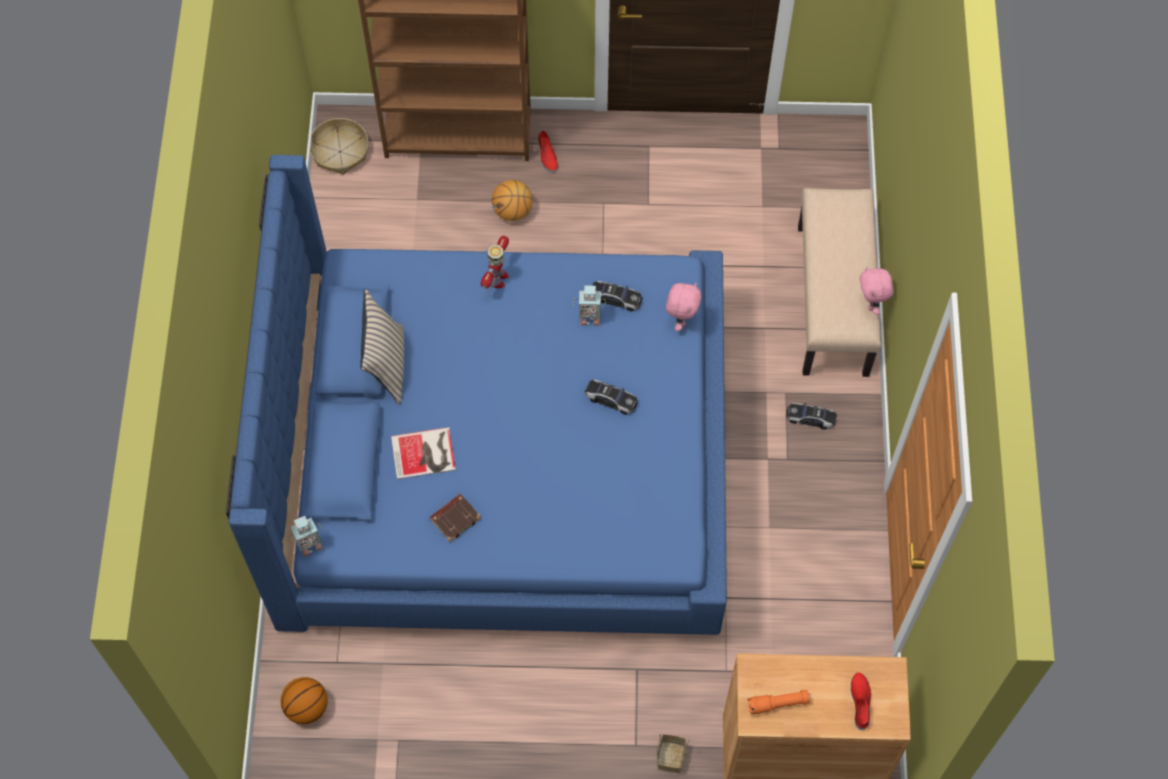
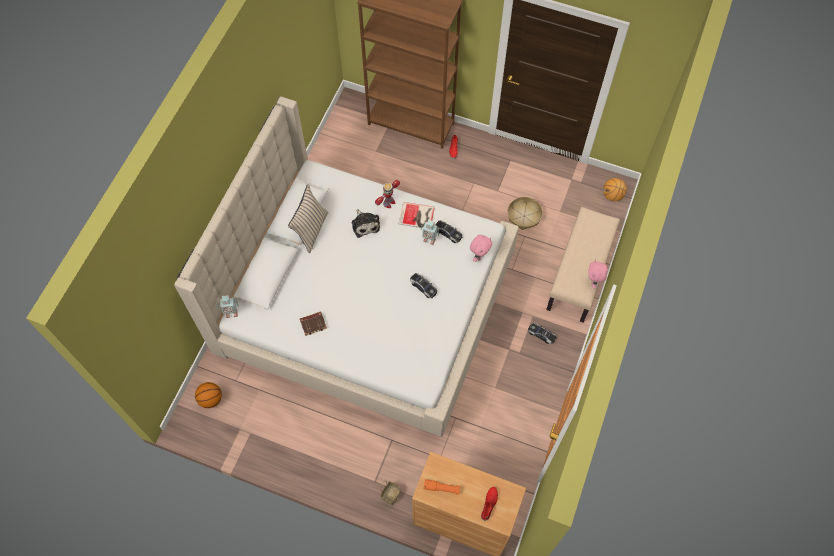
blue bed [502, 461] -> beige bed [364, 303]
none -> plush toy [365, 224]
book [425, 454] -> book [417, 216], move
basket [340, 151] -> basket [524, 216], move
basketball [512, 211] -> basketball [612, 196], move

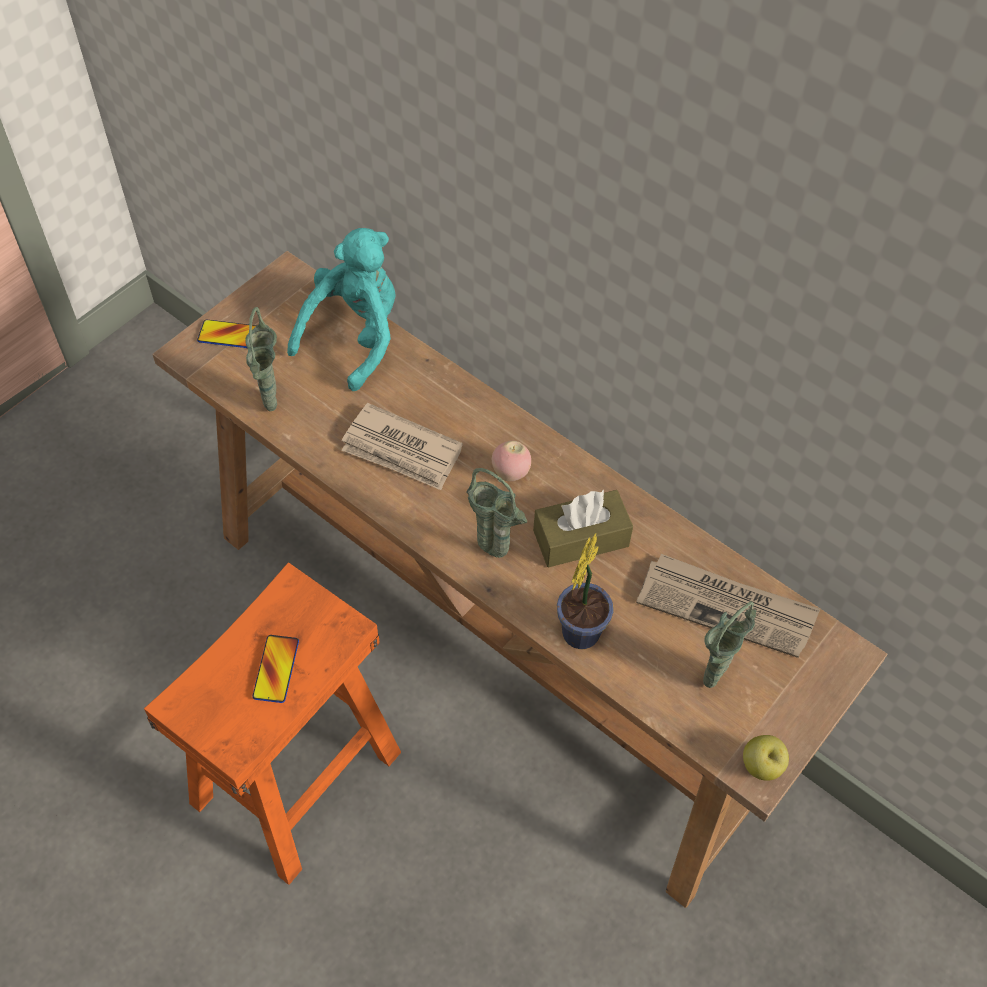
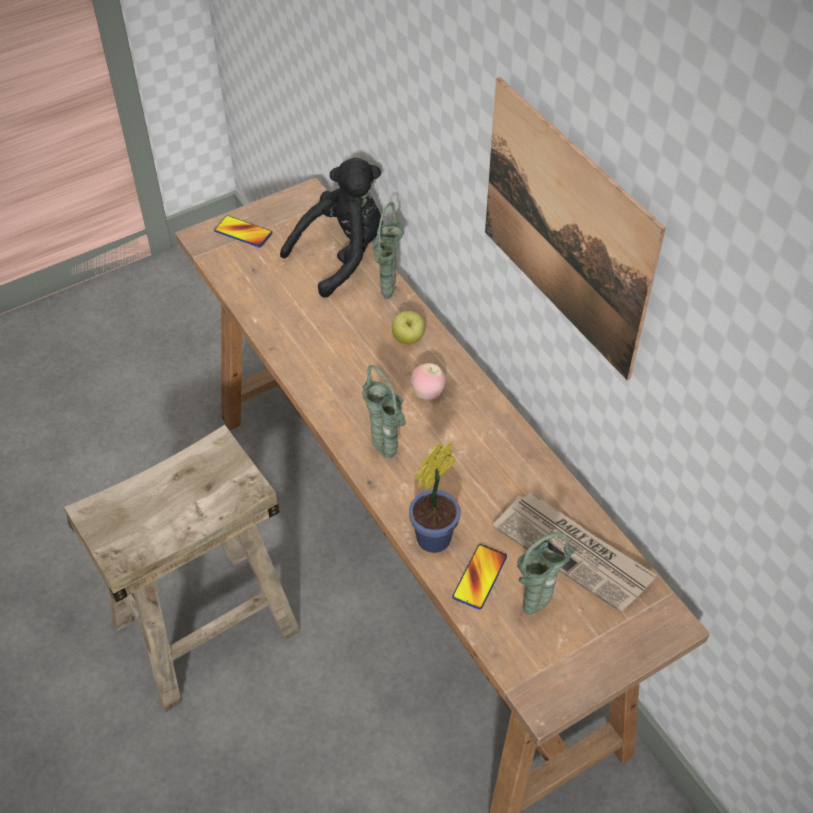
orange stool [296, 776] -> beige stool [206, 625]
turquoise plush toy [355, 337] -> black plush toy [342, 255]
green vase [272, 408] -> green vase [387, 297], move
apple [761, 766] -> apple [408, 339], move
phone [276, 669] -> phone [479, 577], move
none -> picture [566, 229]
newspaper [402, 451] -> none
brown tissue box [581, 538] -> none

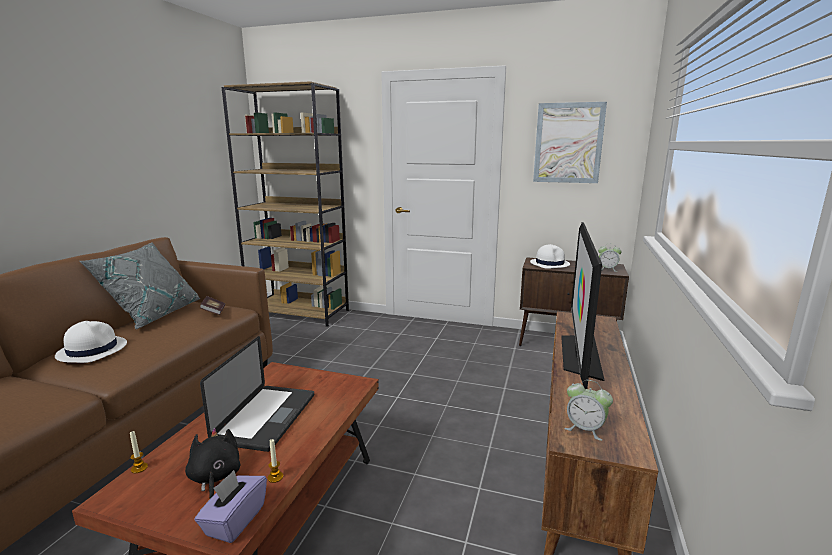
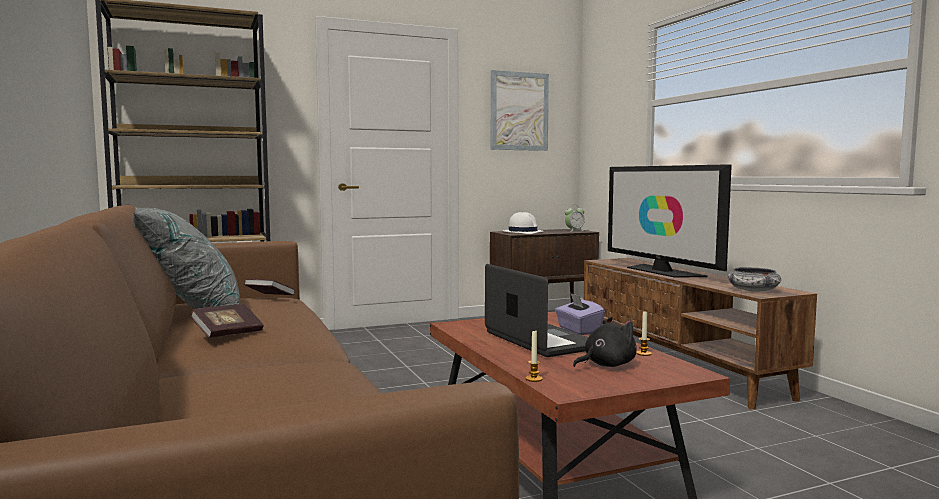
white hat [92, 350] -> book [228, 334]
purple tissue box [234, 520] -> purple tissue box [578, 330], move
black plush toy [215, 478] -> black plush toy [606, 365], 120 degrees clockwise
alarm clock [585, 429] -> bowl [753, 290]

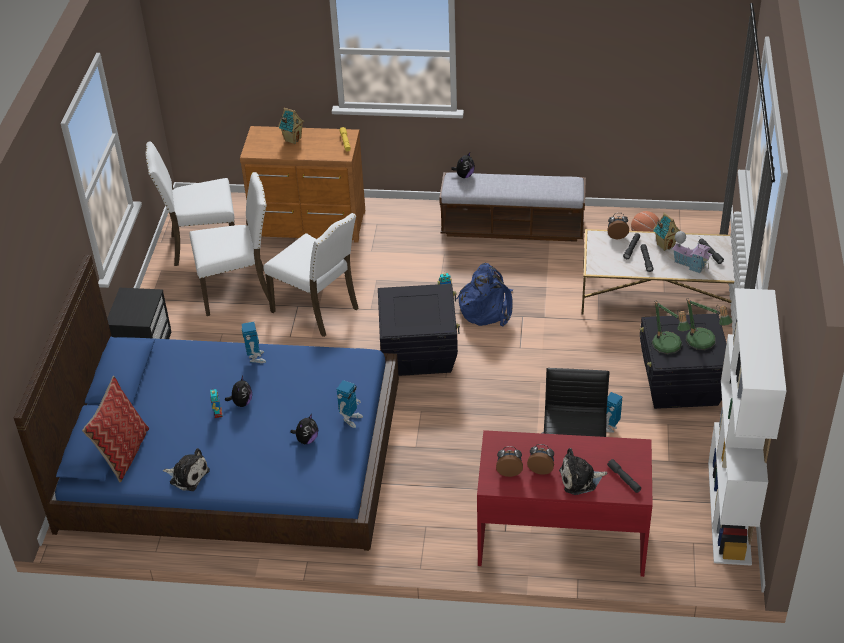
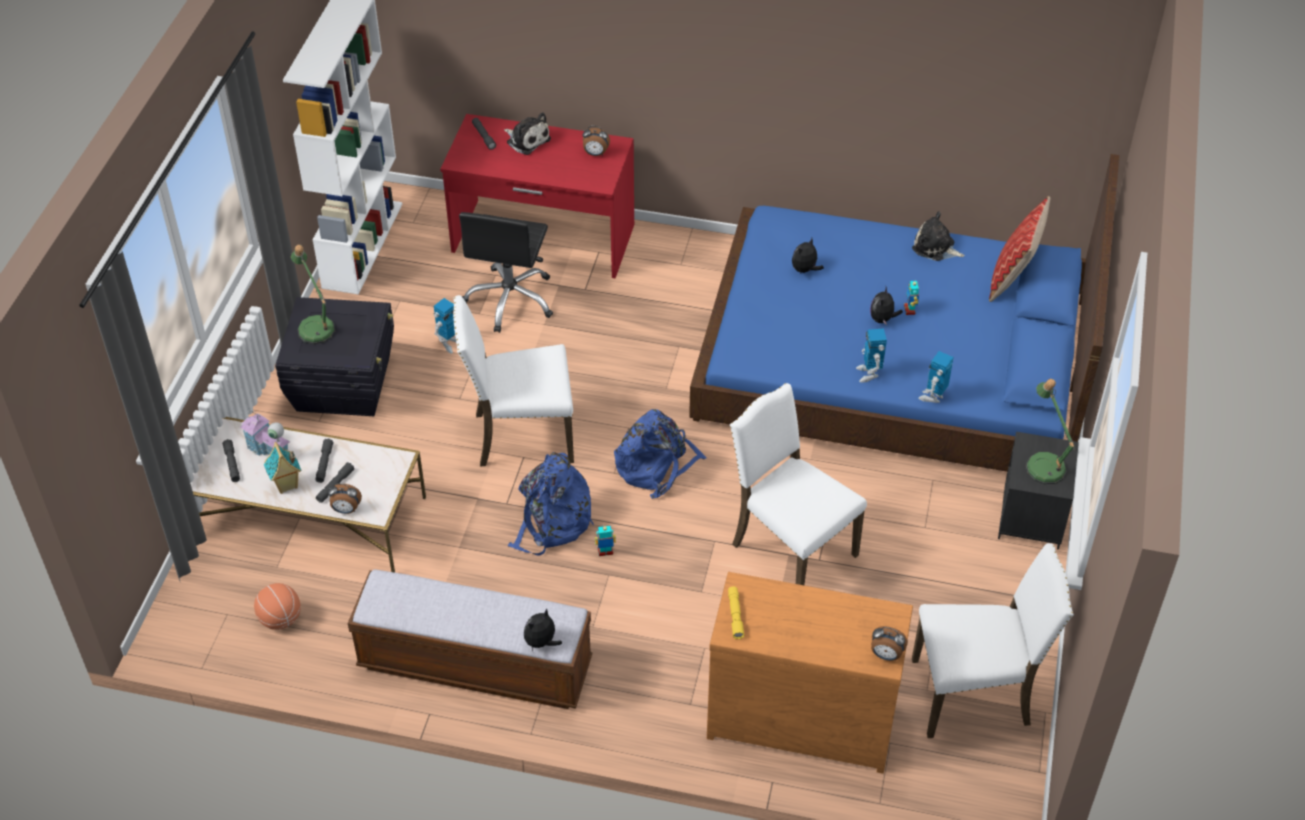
white chair [237, 290] -> white chair [521, 436], move
plush toy [580, 479] -> plush toy [527, 140], 45 degrees clockwise
black storage box [419, 352] -> blue backpack [656, 466]
alarm clock [541, 469] -> alarm clock [886, 655], move
toy robot [350, 419] -> toy robot [933, 396], move
table lamp [668, 348] -> table lamp [1044, 463], move
toy house [292, 139] -> none

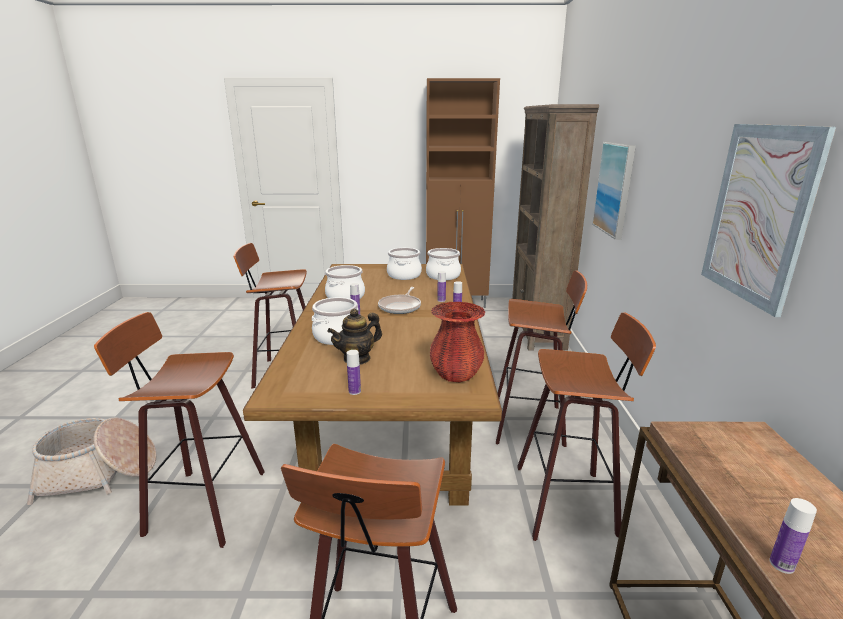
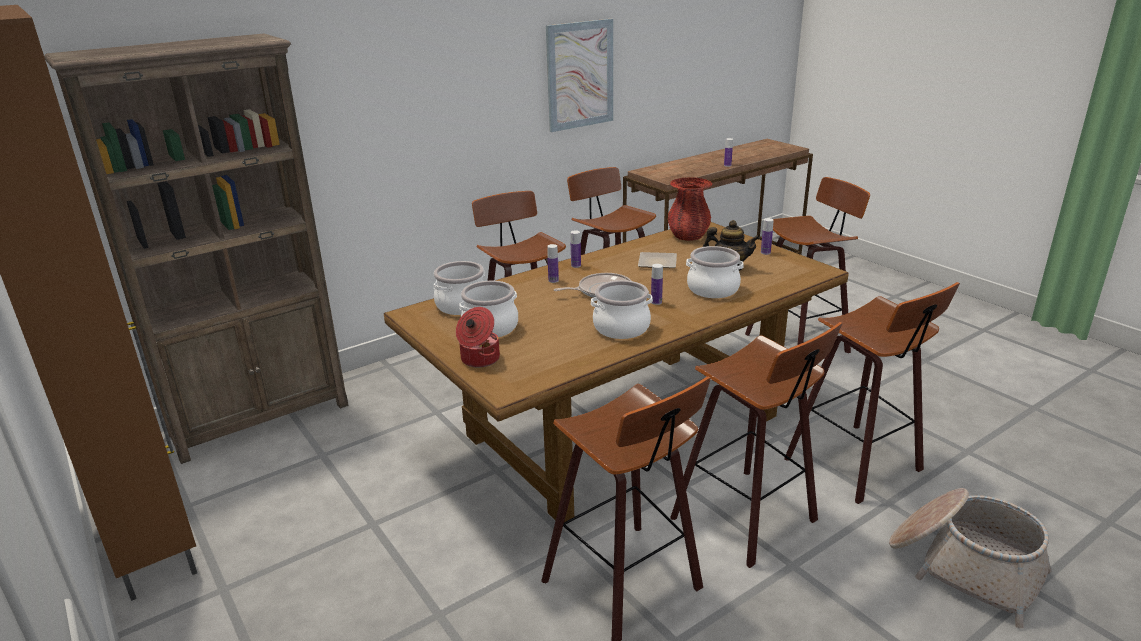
none -> cooking pot [479, 359]
none -> plate [656, 262]
none -> stool [750, 519]
picture [614, 189] -> none

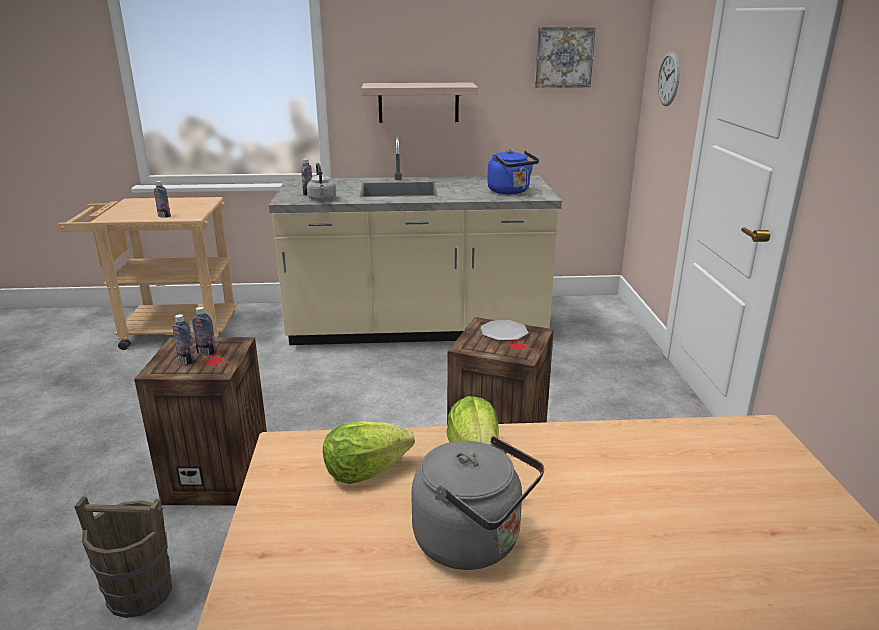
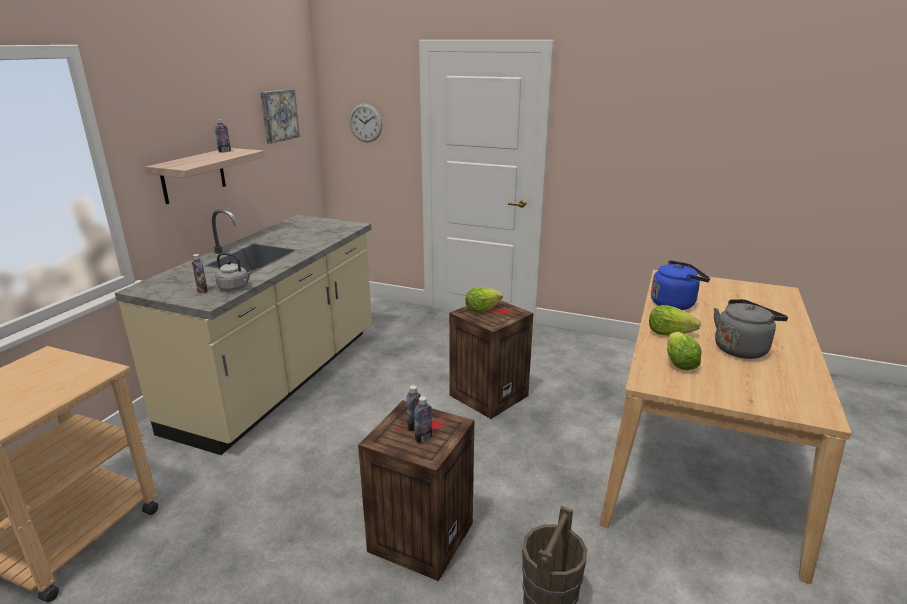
bottle [164, 216] -> bottle [224, 151], move
plate [503, 332] -> lettuce [481, 309]
blue kettle [510, 192] -> blue kettle [675, 303], move

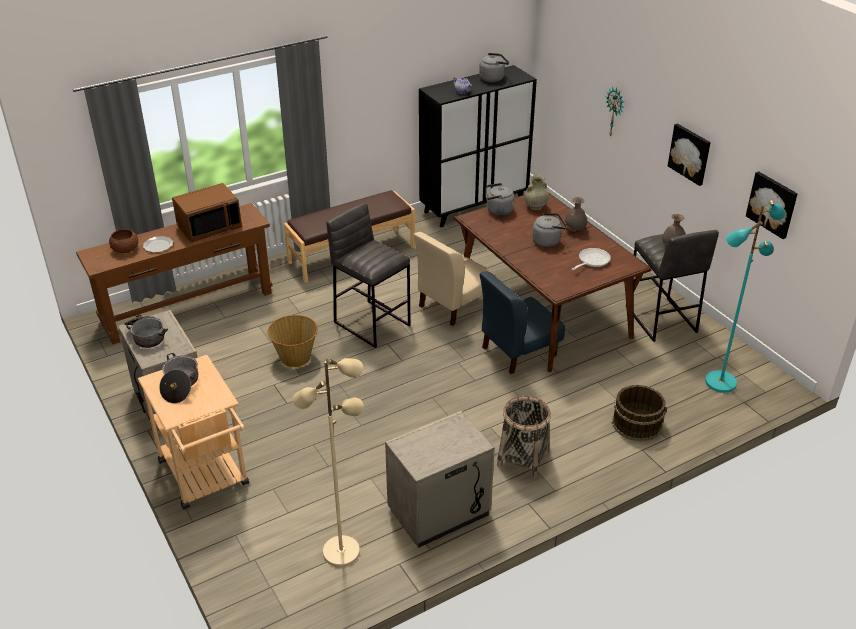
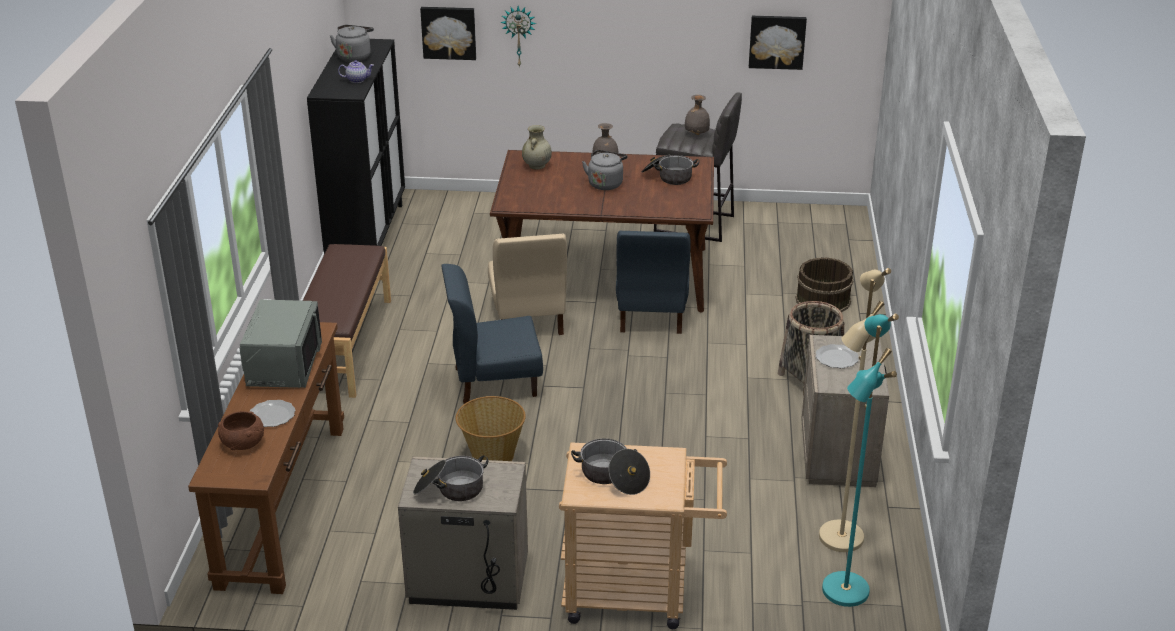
brown microwave [209, 227] -> grey microwave [283, 365]
picture [690, 153] -> picture [449, 32], move
grey stool [372, 323] -> blue chair [494, 381]
frying pan [592, 261] -> cooking pot [668, 177]
none -> plate [836, 358]
turquoise floor lamp [720, 381] -> turquoise floor lamp [843, 589], move
grey kettle [498, 211] -> none

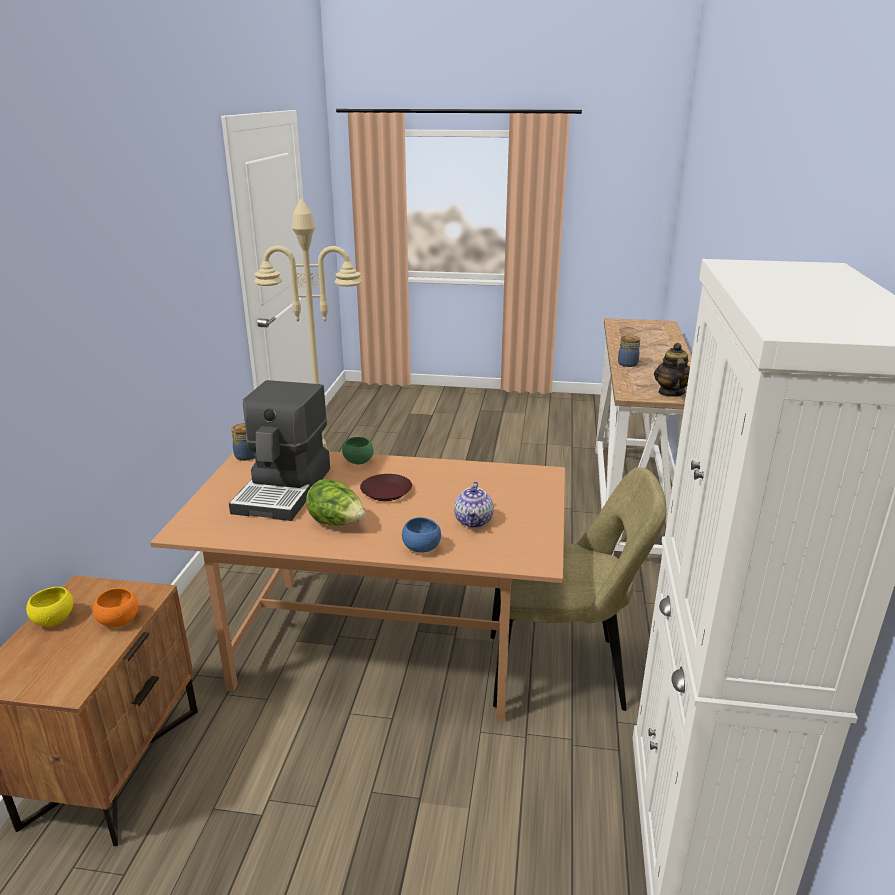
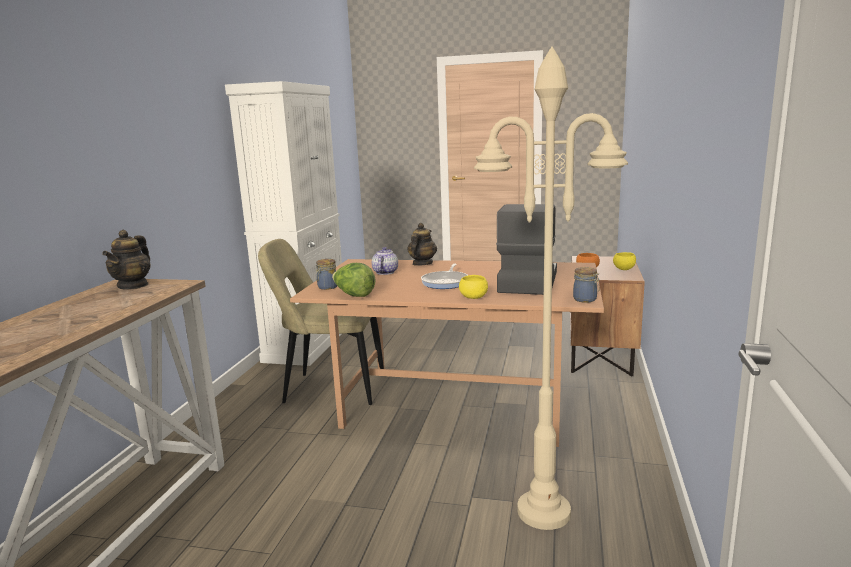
jar [628, 363] -> jar [327, 287], move
lettuce [337, 523] -> lettuce [354, 295], move
blue bowl [421, 548] -> teapot [422, 263]
brown plate [385, 492] -> frying pan [446, 282]
green bowl [358, 461] -> yellow bowl [473, 297]

